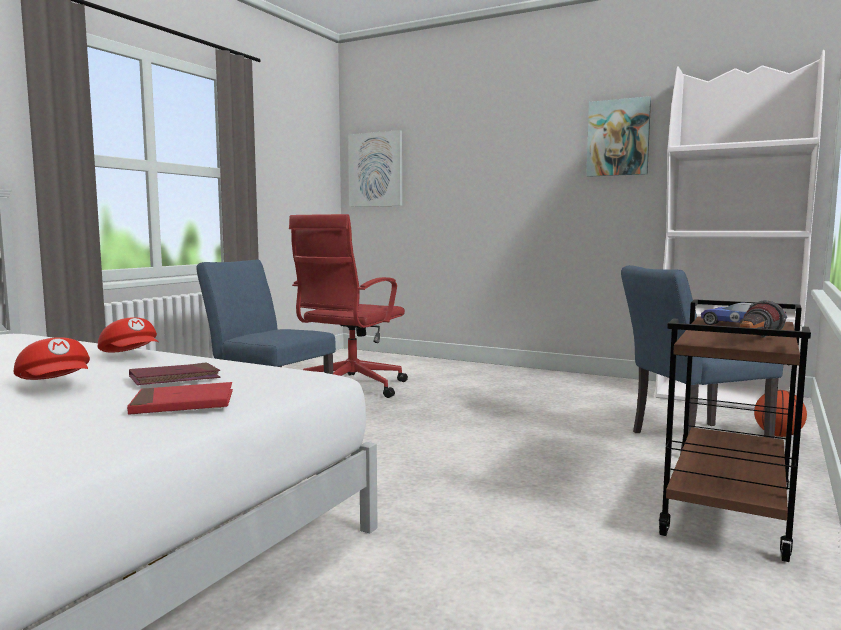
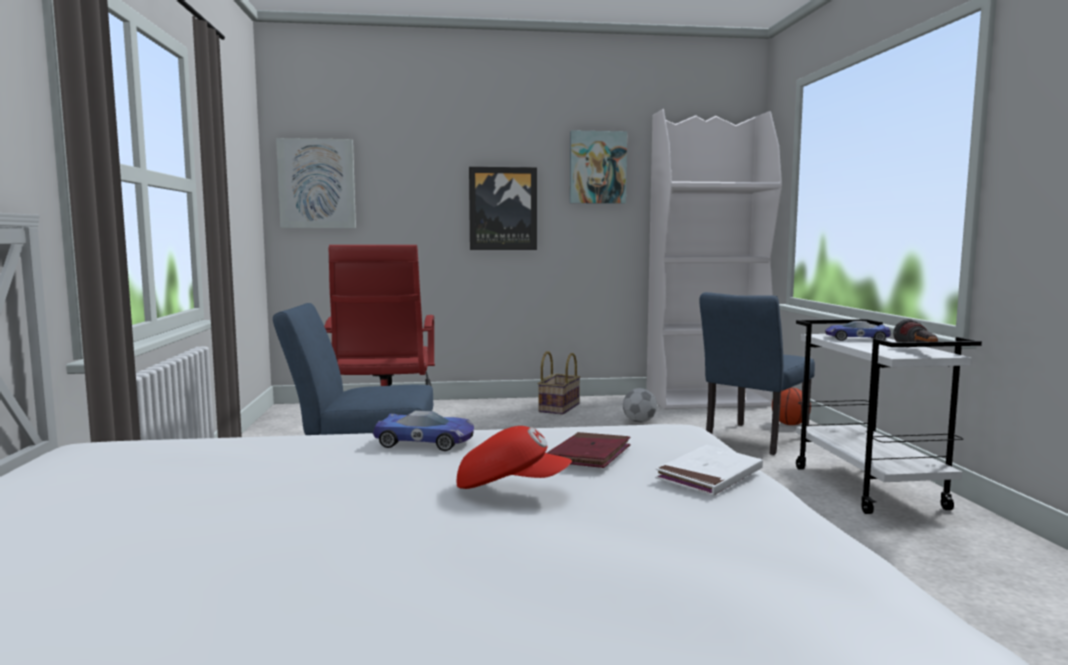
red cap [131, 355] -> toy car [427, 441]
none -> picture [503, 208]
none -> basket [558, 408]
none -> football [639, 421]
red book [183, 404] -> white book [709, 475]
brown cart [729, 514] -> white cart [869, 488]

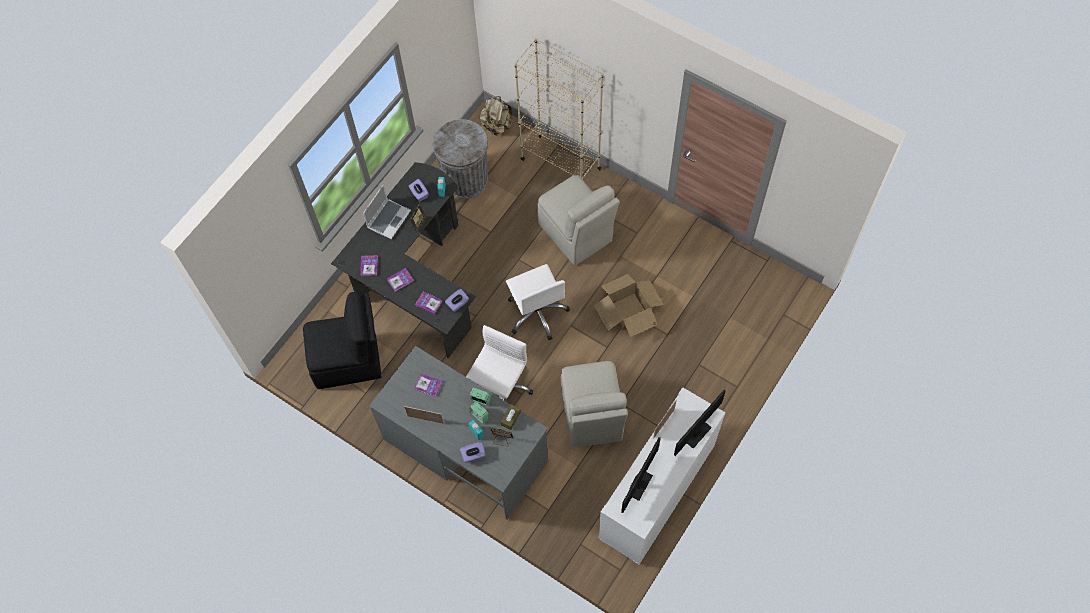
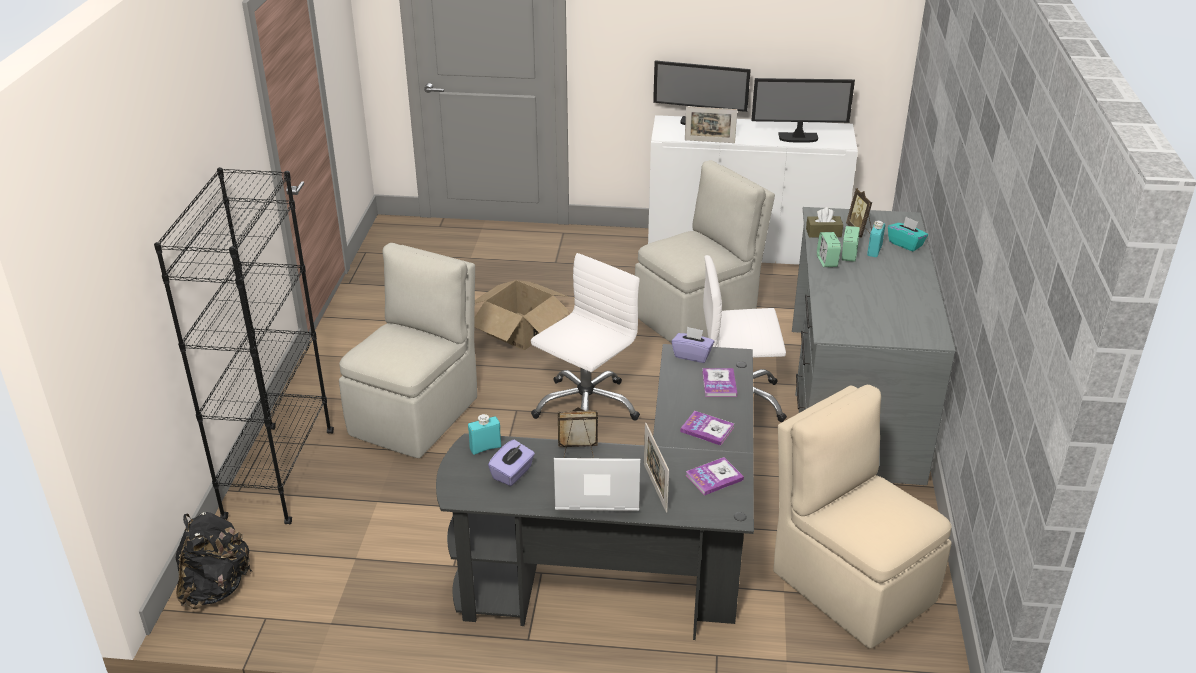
beige bookcase [560, 163] -> black bookcase [279, 474]
beige backpack [497, 125] -> black backpack [216, 587]
picture frame [425, 419] -> picture frame [655, 487], move
black chair [349, 361] -> beige chair [850, 583]
purple tissue box [473, 455] -> turquoise tissue box [905, 244]
book [428, 385] -> none
grey trash can [465, 179] -> none

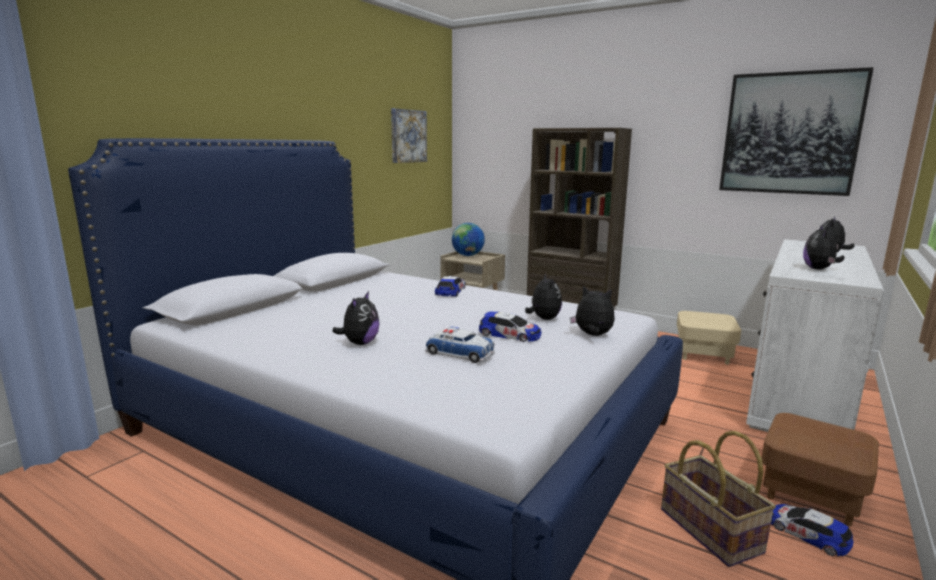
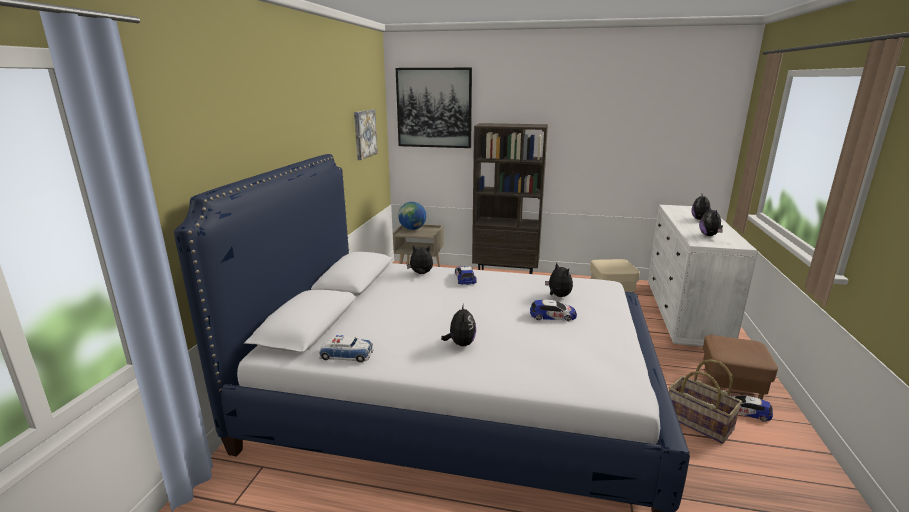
toy car [460, 353] -> toy car [346, 354], move
picture [790, 133] -> picture [434, 108], move
plush toy [592, 335] -> plush toy [421, 274], move

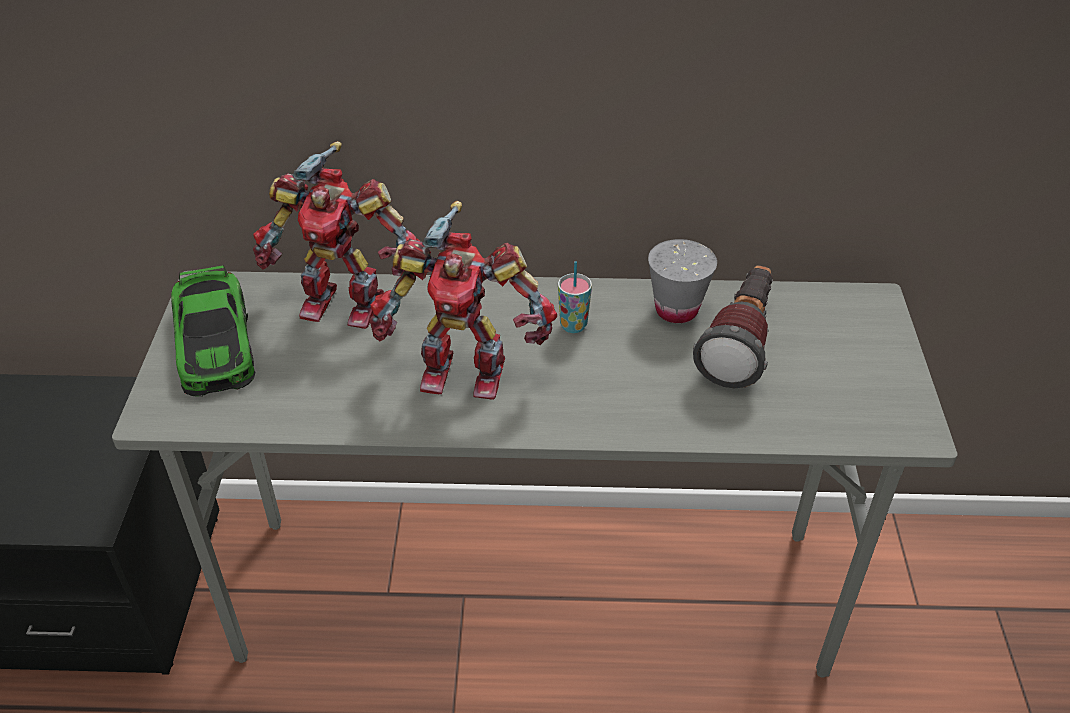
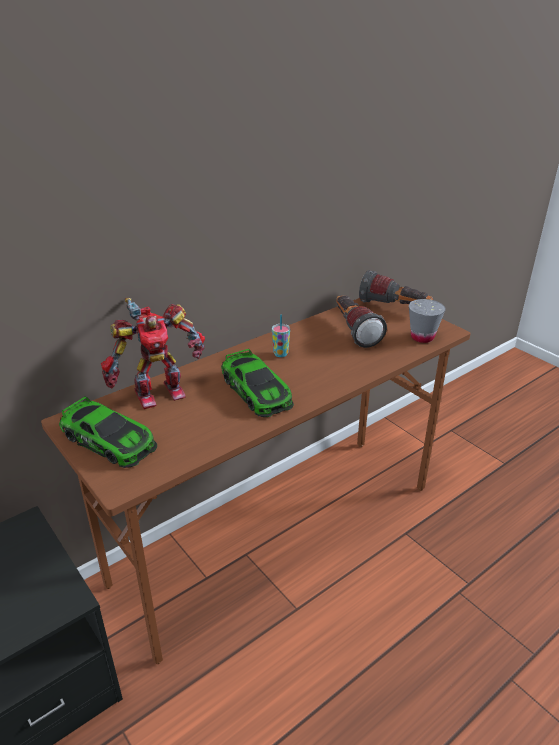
grey desk [535, 593] -> brown desk [278, 532]
toy robot [464, 370] -> toy car [256, 391]
none -> flashlight [394, 308]
grey cup [676, 310] -> grey cup [422, 337], move

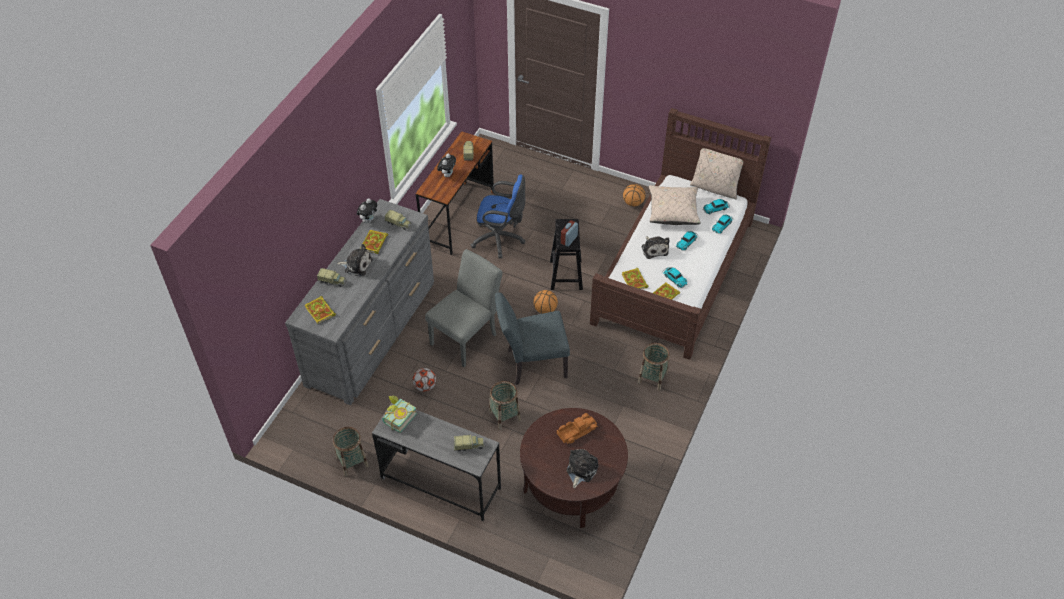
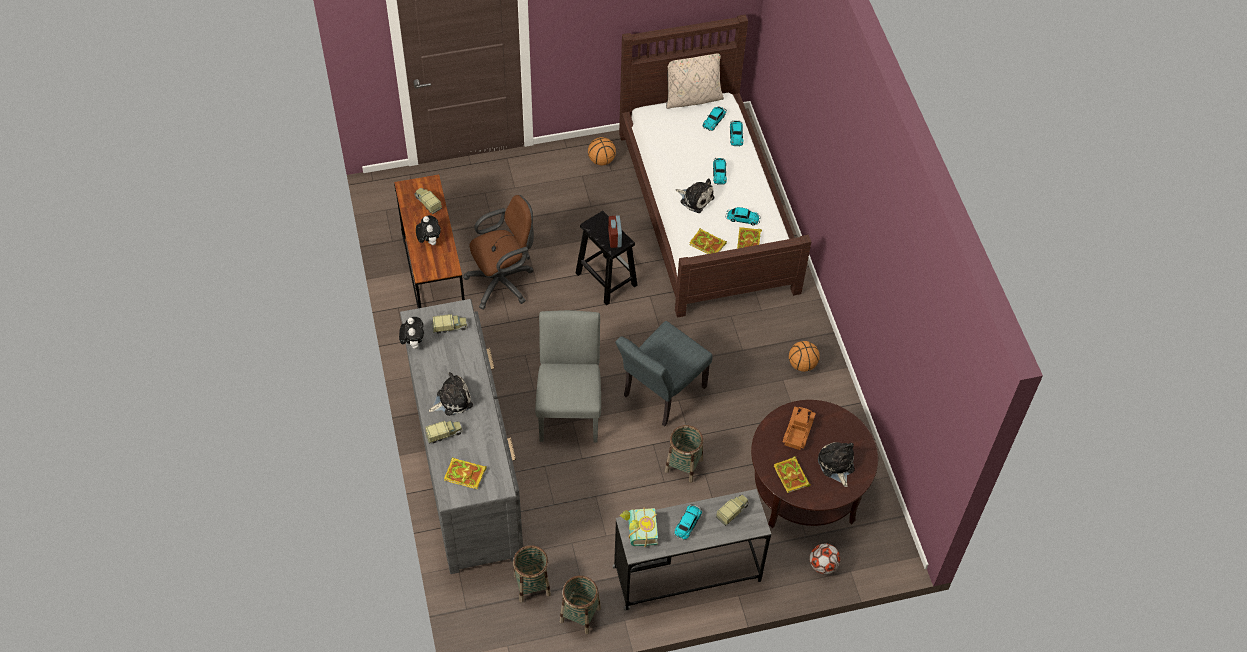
blue office chair [500, 239] -> brown office chair [503, 282]
basket [652, 378] -> basket [532, 585], move
none -> toy car [687, 524]
book [374, 243] -> book [792, 476], move
basketball [545, 310] -> basketball [802, 364], move
football [425, 386] -> football [823, 565], move
beige pillow [673, 211] -> none

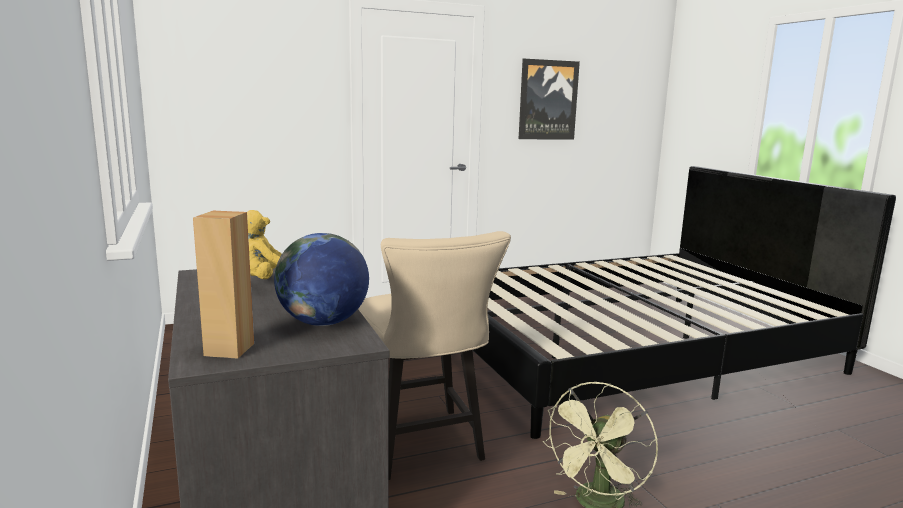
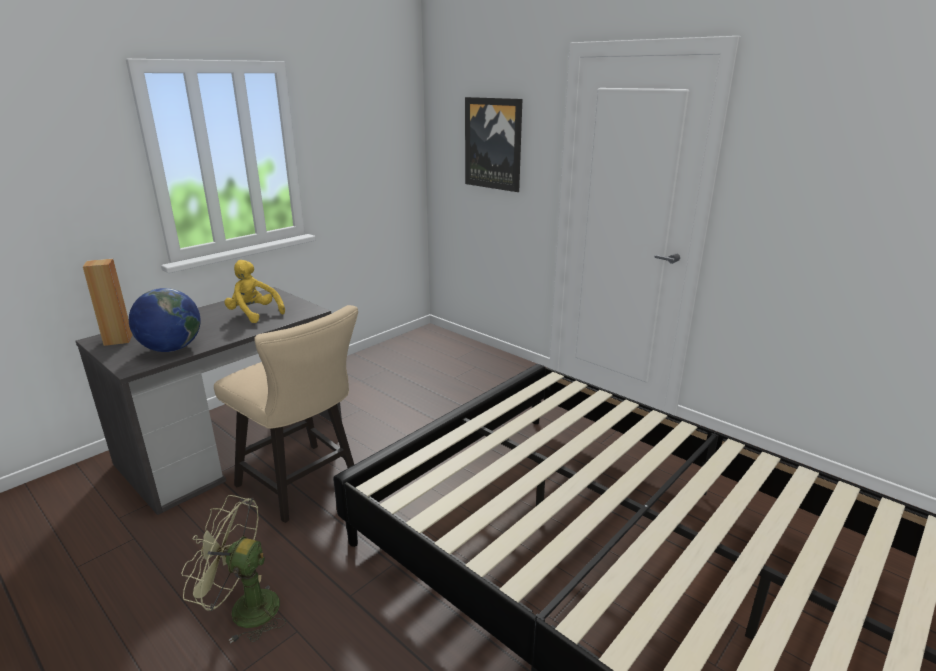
beige chair [422, 448] -> beige chair [304, 485], 90 degrees counterclockwise
picture [547, 100] -> picture [493, 144], move

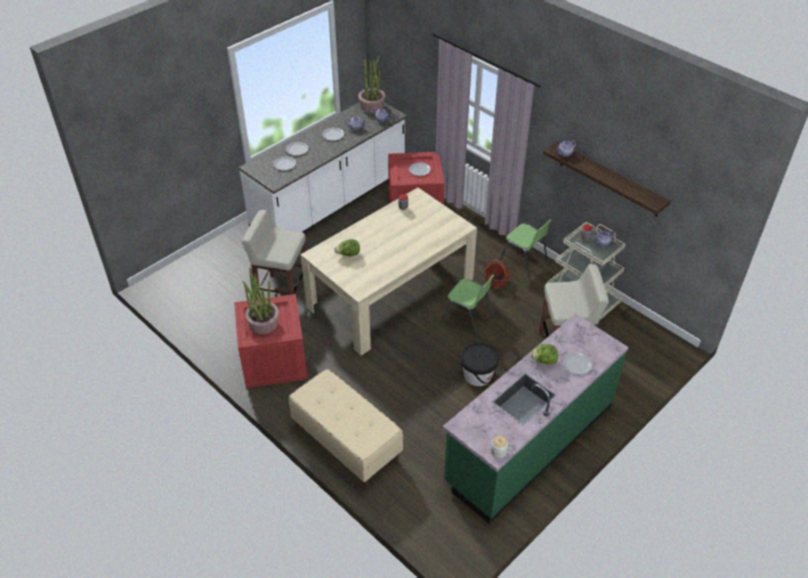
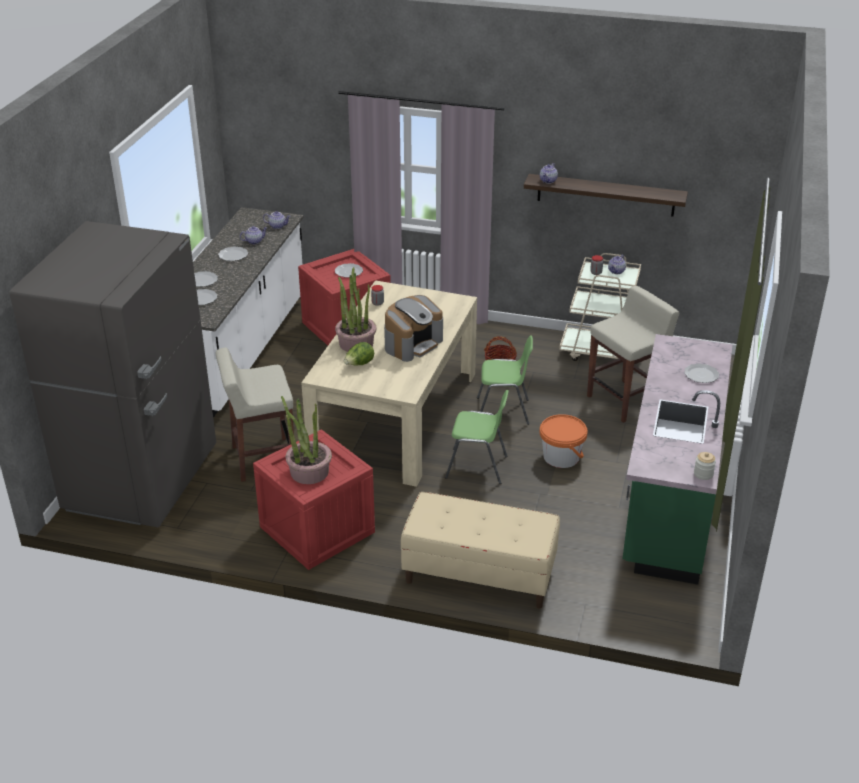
none -> grey fridge [143, 480]
potted plant [372, 106] -> potted plant [356, 343], move
none -> coffee machine [412, 344]
green chair [523, 263] -> green chair [477, 467], move
black bucket [478, 375] -> orange bucket [561, 457]
lettuce [544, 361] -> none

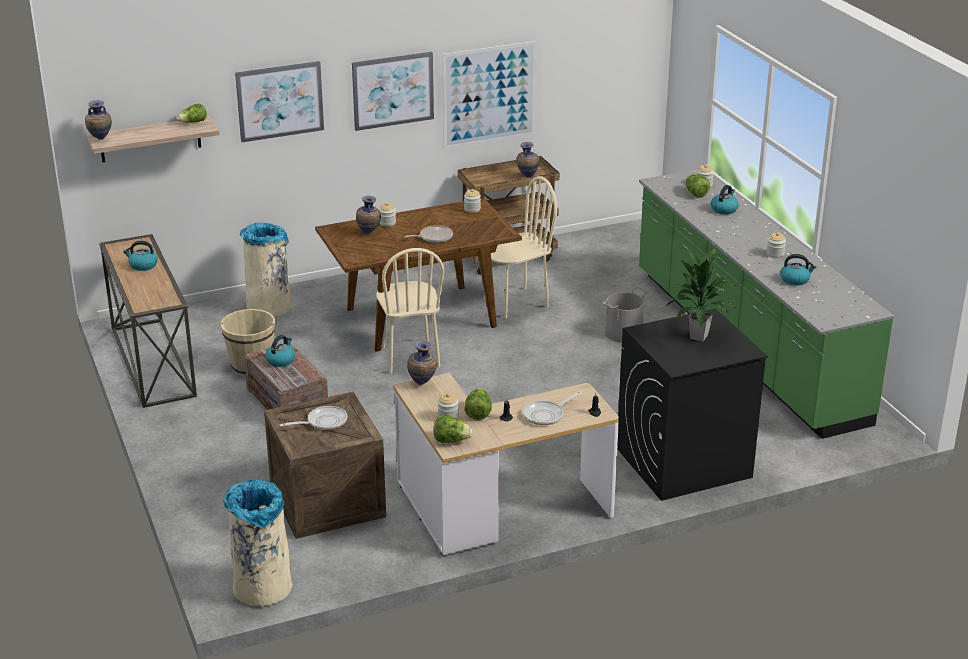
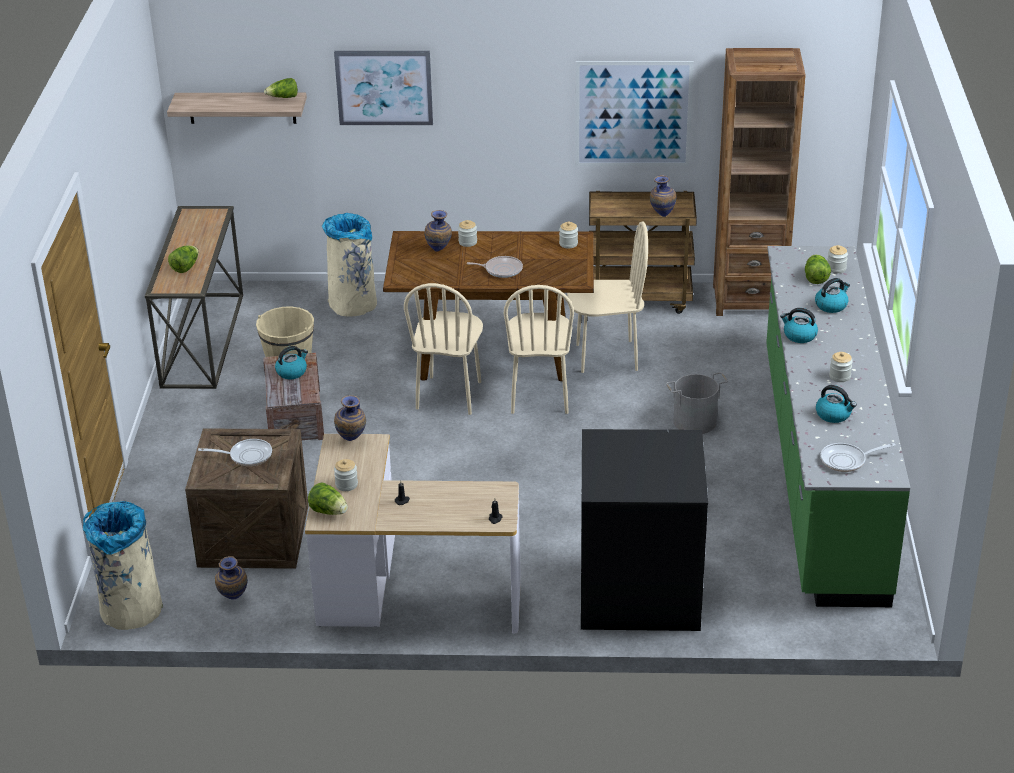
lettuce [478, 413] -> lettuce [185, 267], move
vase [100, 140] -> vase [233, 599], move
none -> beige chair [539, 397]
none -> brown bookcase [748, 300]
kettle [143, 265] -> kettle [799, 336], move
frying pan [546, 415] -> frying pan [847, 460], move
picture [393, 90] -> none
potted plant [699, 337] -> none

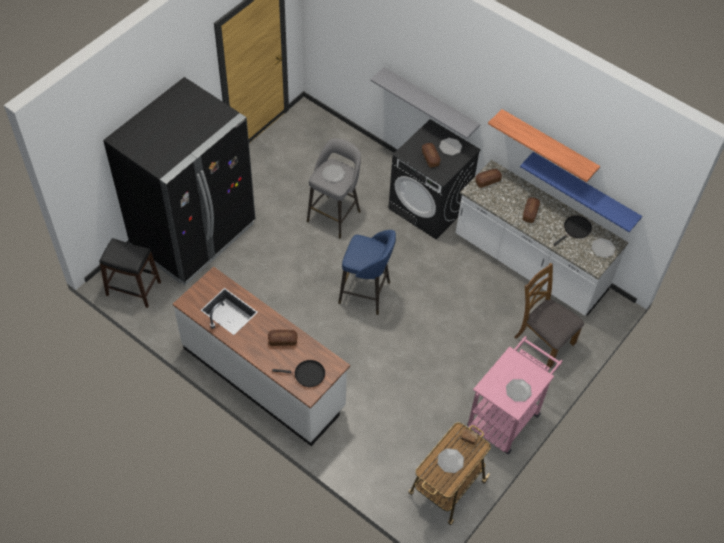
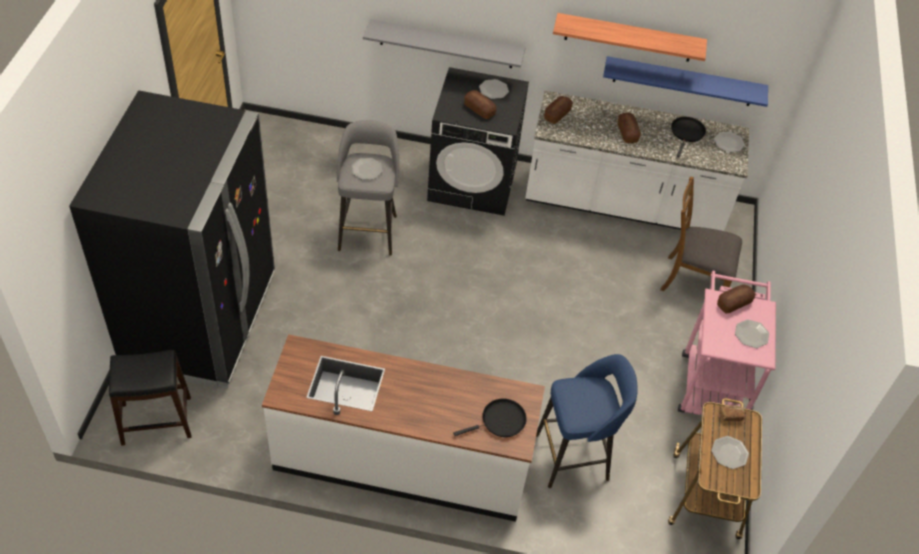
blue stool [366, 293] -> blue stool [574, 457], move
bread [282, 341] -> bread [734, 303], move

